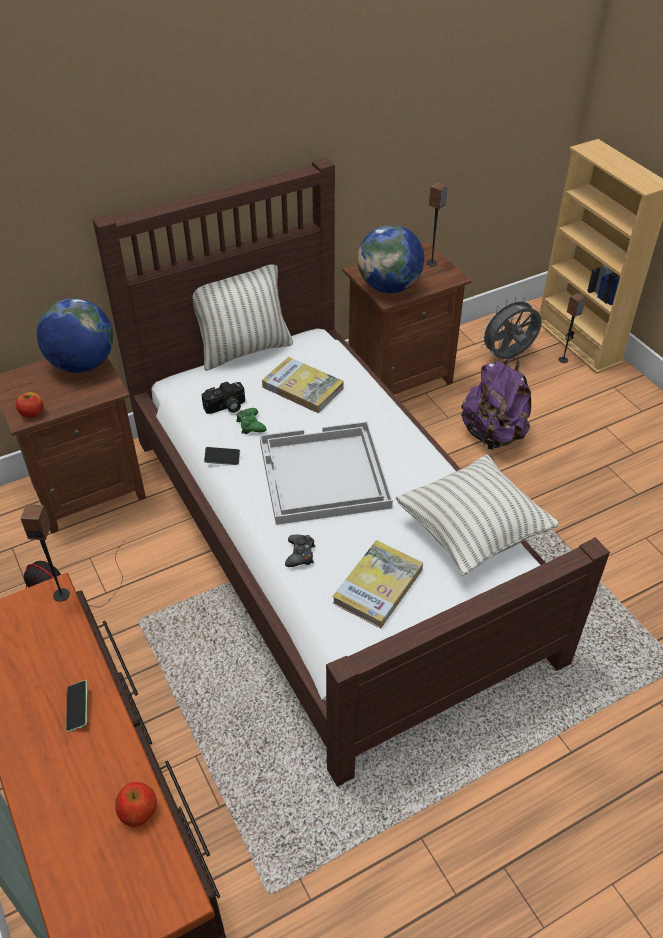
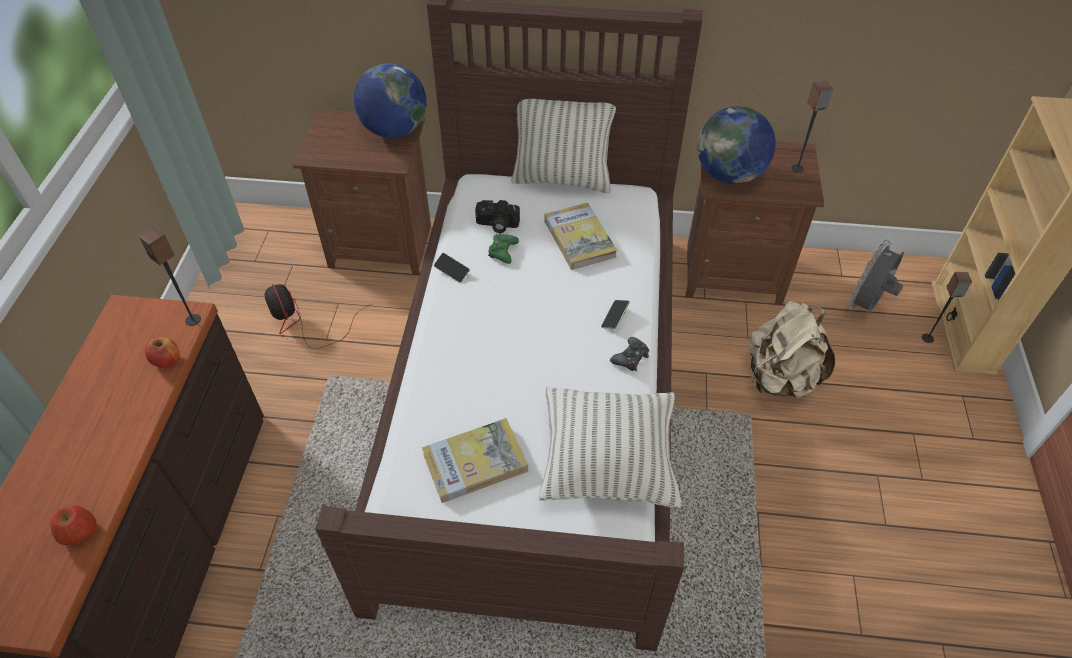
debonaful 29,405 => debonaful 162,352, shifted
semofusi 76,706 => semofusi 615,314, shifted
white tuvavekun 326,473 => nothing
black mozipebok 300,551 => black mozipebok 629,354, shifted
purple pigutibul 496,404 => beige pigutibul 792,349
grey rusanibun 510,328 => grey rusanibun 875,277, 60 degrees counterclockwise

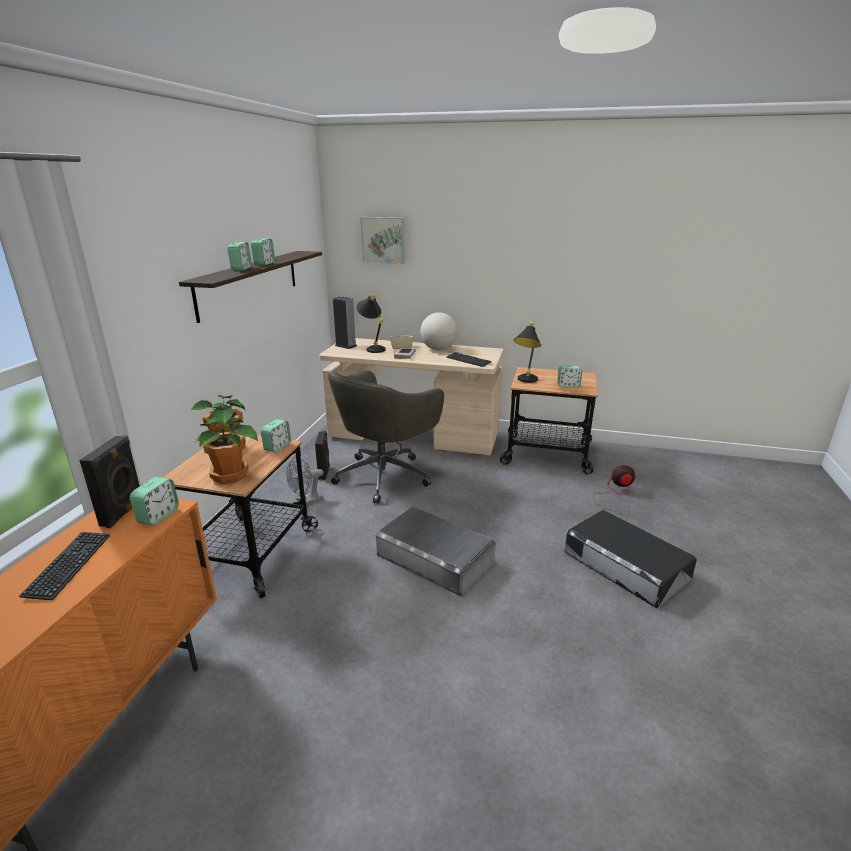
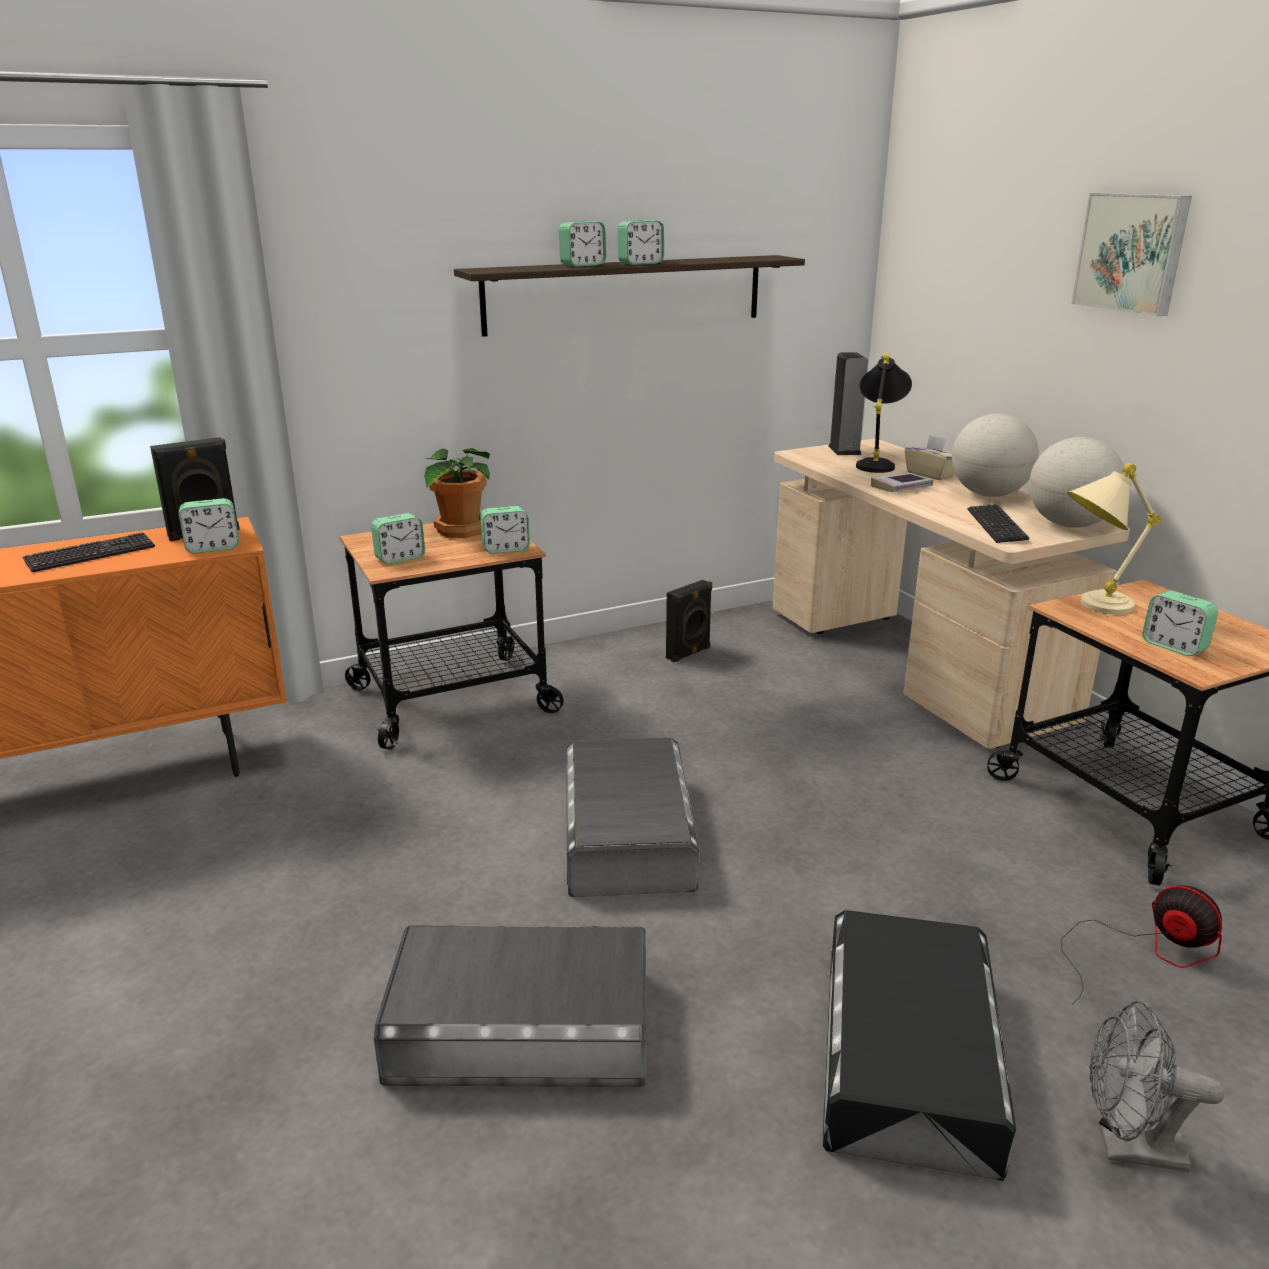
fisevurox 227,450 => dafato 398,538
grey rusanibun 305,480 => grey rusanibun 1157,1086, shifted
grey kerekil 386,437 => nothing
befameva 383,240 => befameva 1131,254, shifted
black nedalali 527,352 => beige nedalali 1114,538
nothing => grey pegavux 510,1006
nothing => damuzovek 1076,482

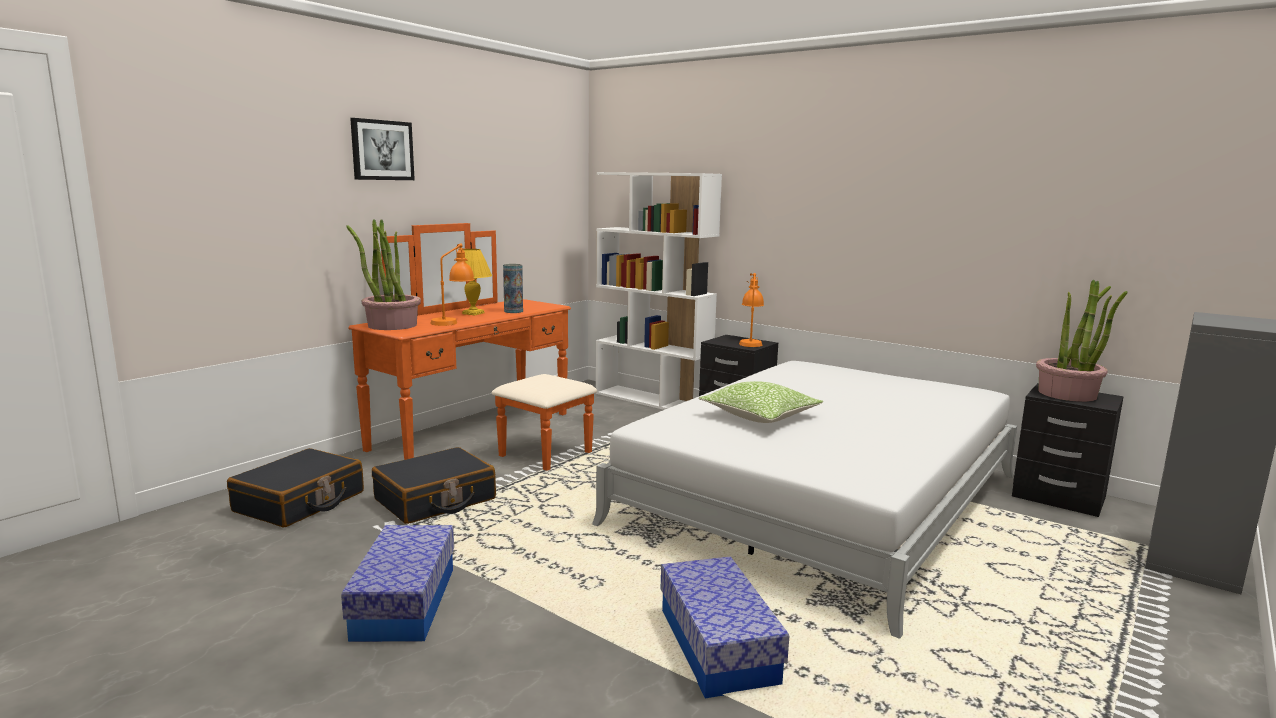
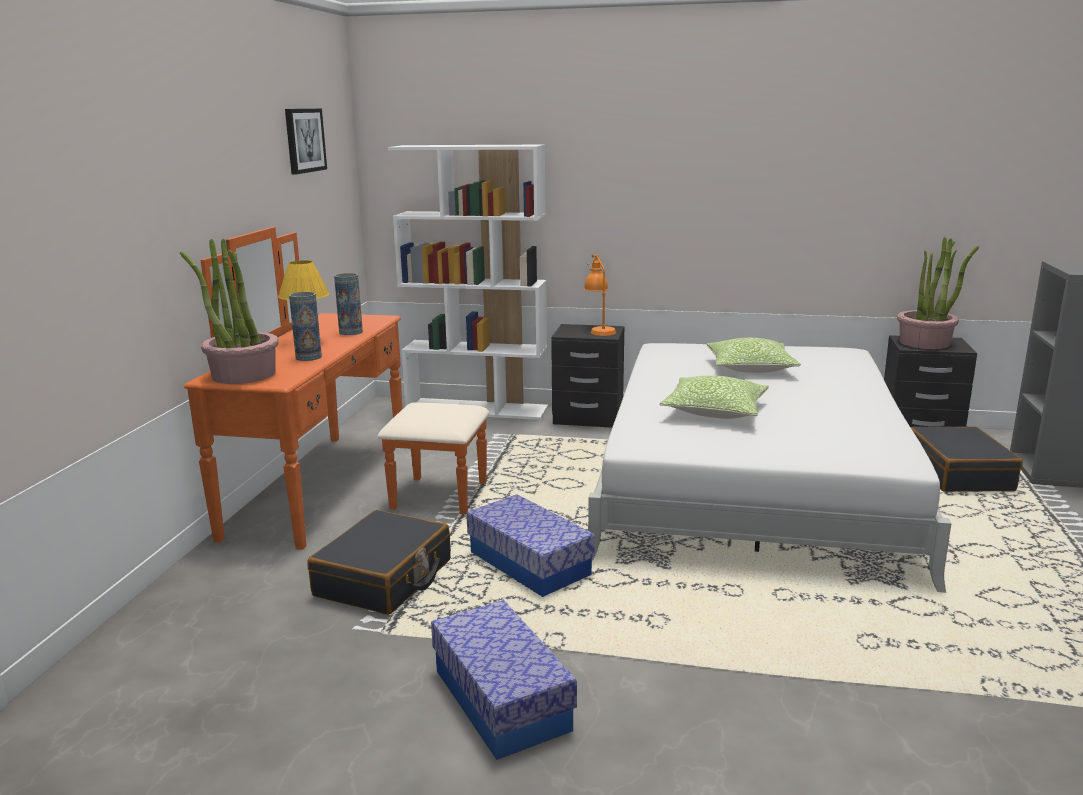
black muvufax 295,488 => black muvufax 967,459, shifted
befameva 382,149 => befameva 306,141, shifted
orange nedalali 452,284 => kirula 305,326
pegavux 724,627 => pegavux 531,545, shifted
nothing => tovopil 754,355

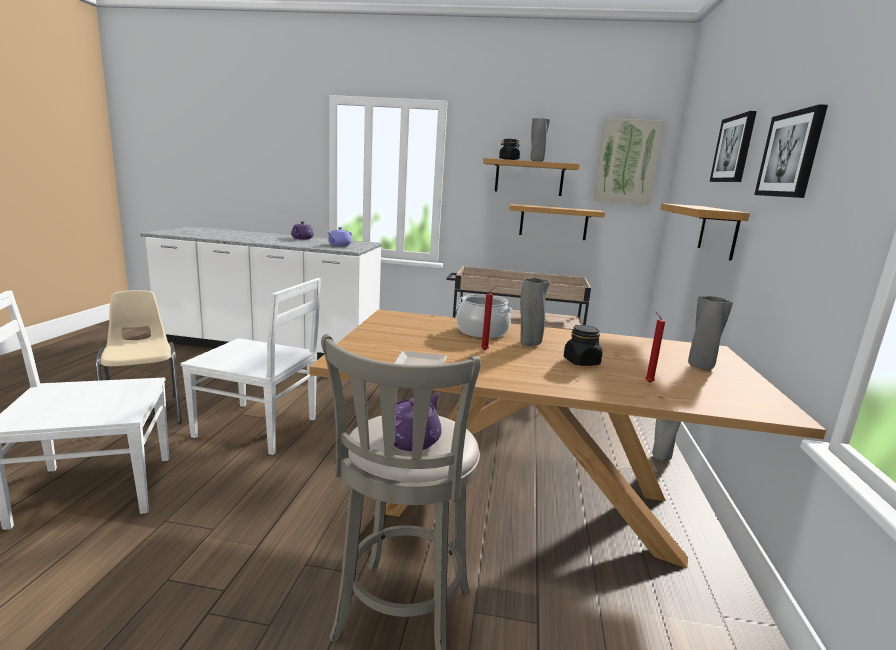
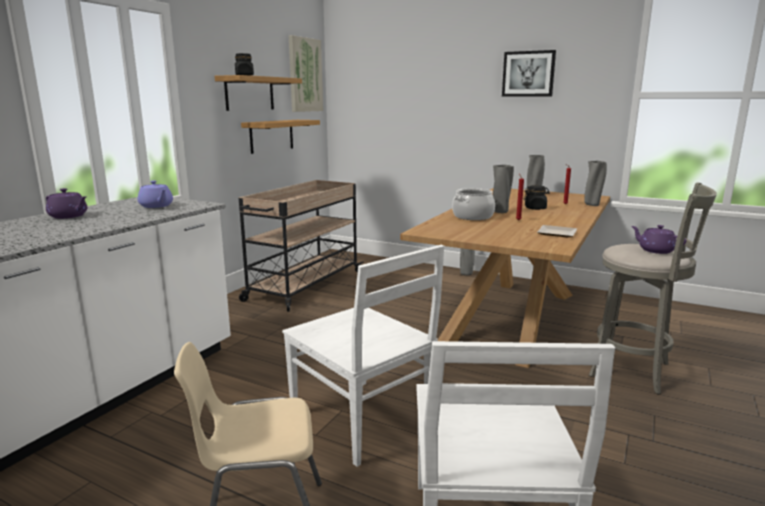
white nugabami 251,366 => white nugabami 363,356, 105 degrees clockwise
grey kirula 540,140 => grey kirula 595,183, shifted
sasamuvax 705,232 => nothing
befameva 733,146 => nothing

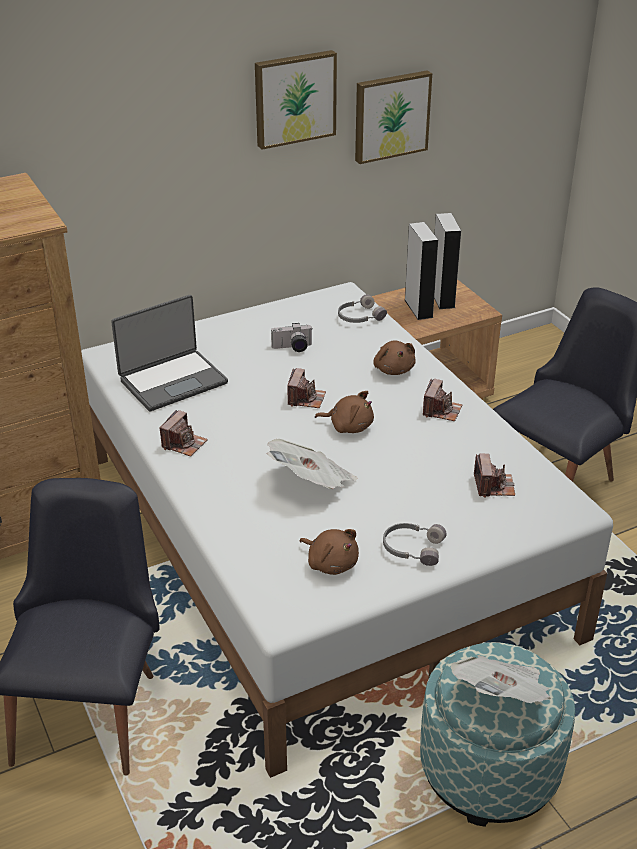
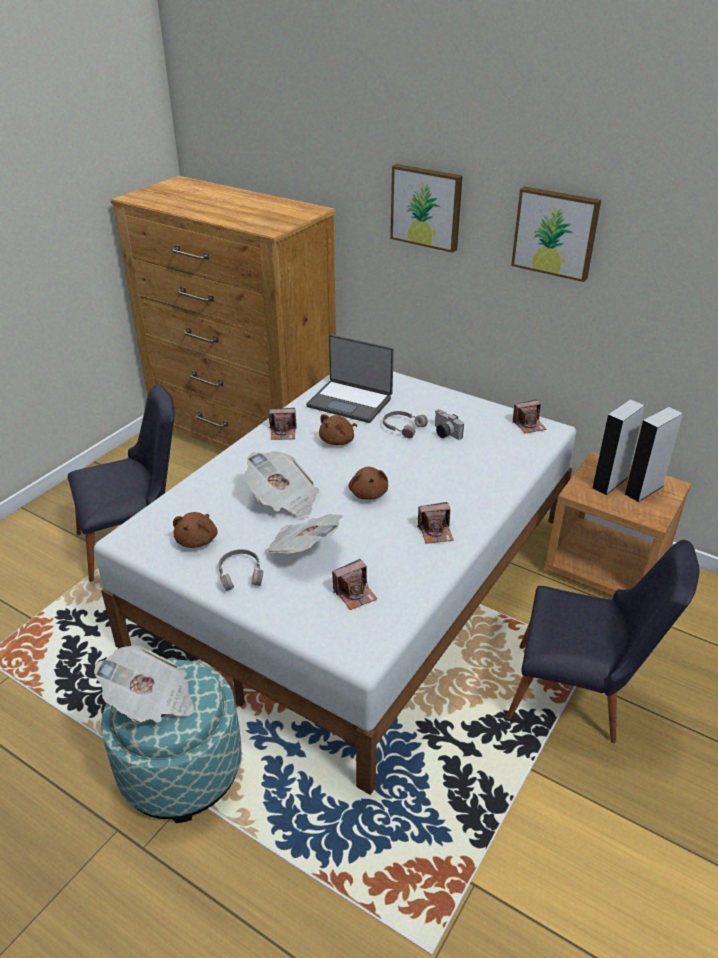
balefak 306,388 => balefak 529,416, shifted
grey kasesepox 362,308 => grey kasesepox 405,424, shifted
befameva 393,117 => befameva 426,208, shifted
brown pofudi 394,357 => brown pofudi 338,429, shifted
nothing => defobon 303,534

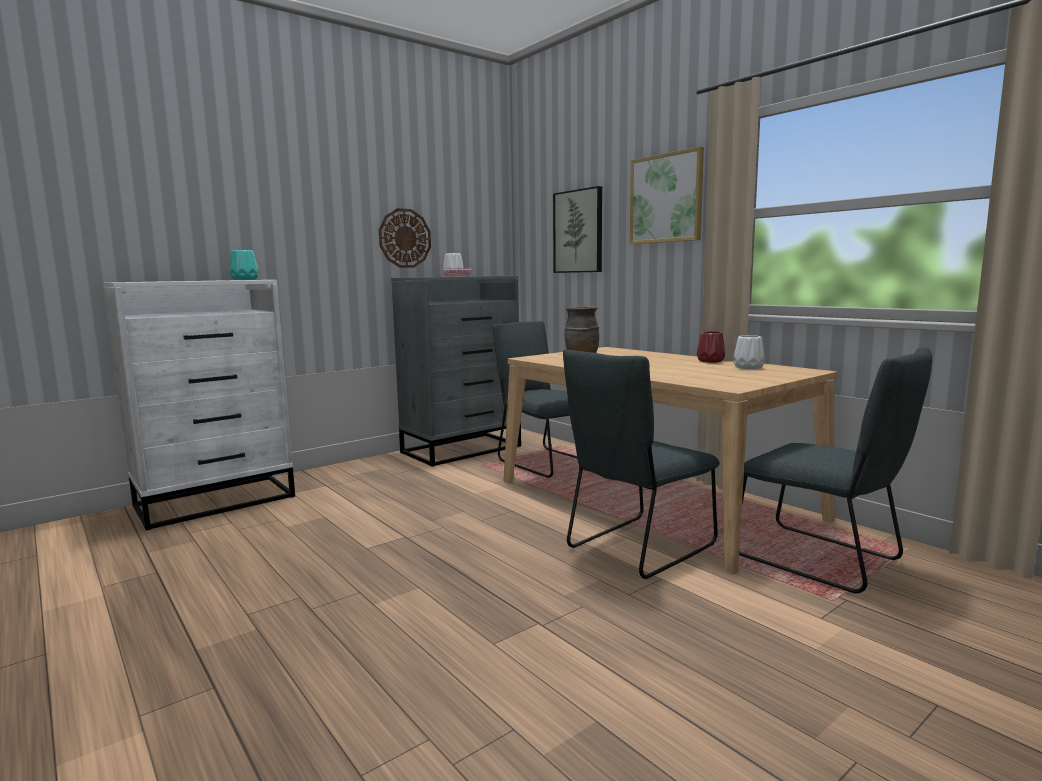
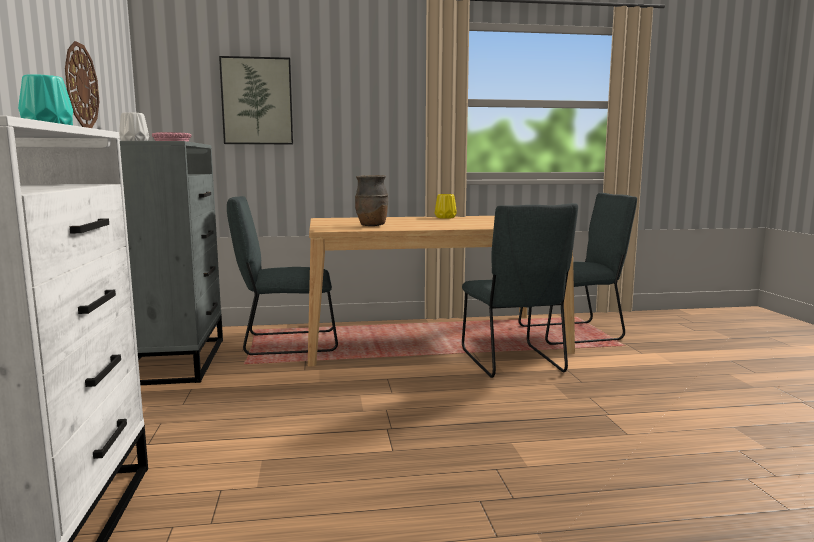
befameva 667,195 => nothing
red kirula 711,347 => yellow kirula 446,206
white kirula 749,352 => nothing

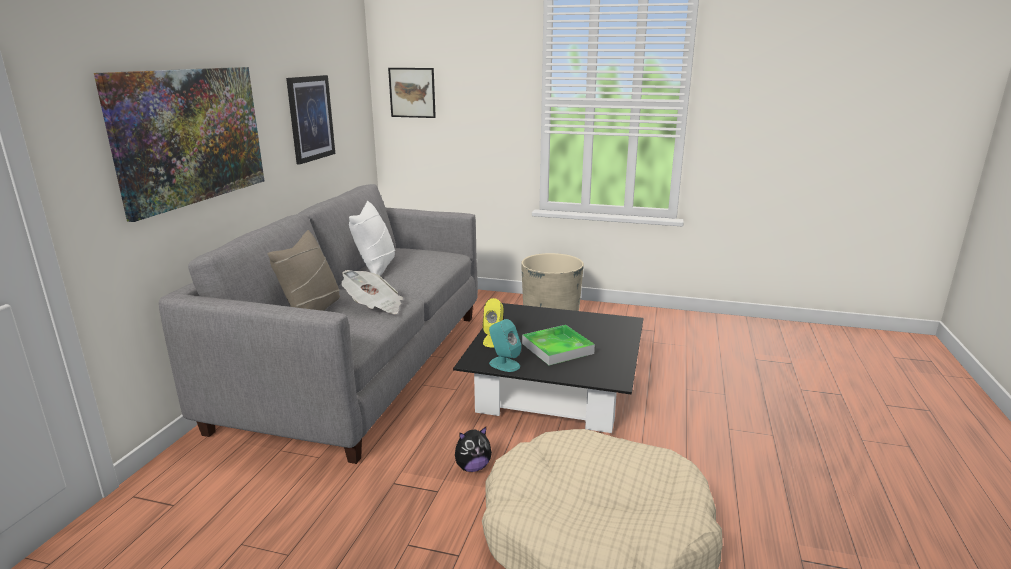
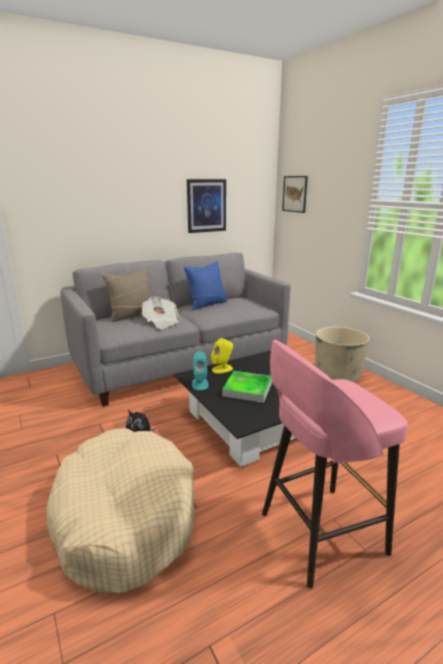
befameva 179,144 => nothing
white tovopil 372,238 => blue tovopil 205,285
nothing => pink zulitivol 335,464

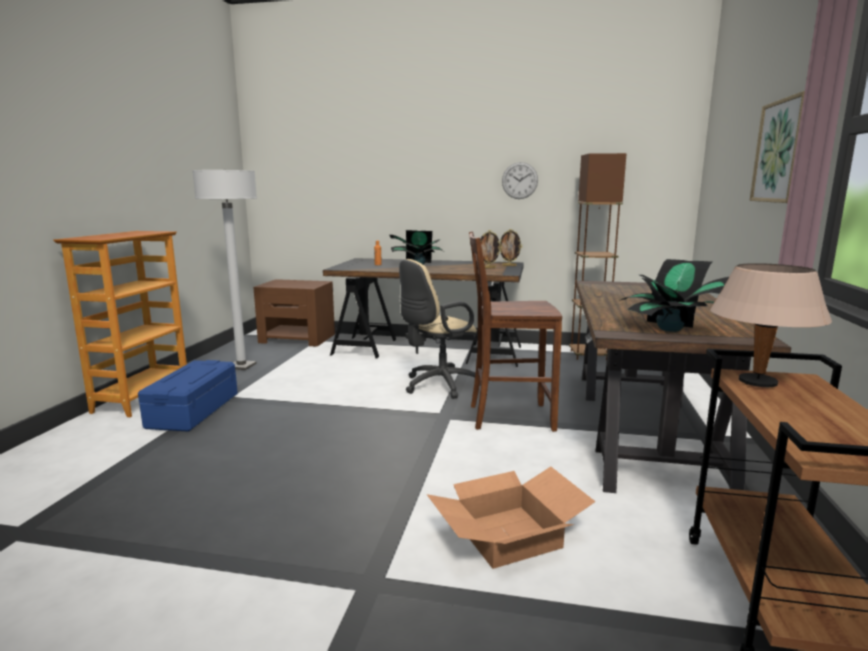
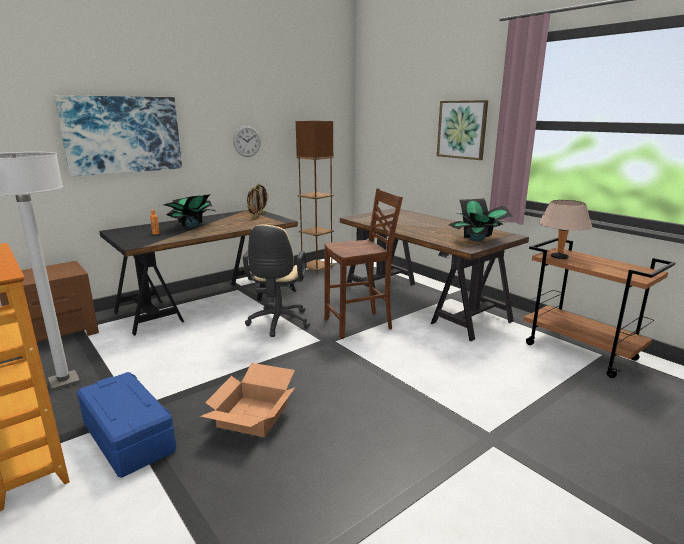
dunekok 511,518 => dunekok 247,400, shifted
brown nugabami 515,332 => brown nugabami 363,263, 150 degrees counterclockwise
nothing => befameva 118,136

